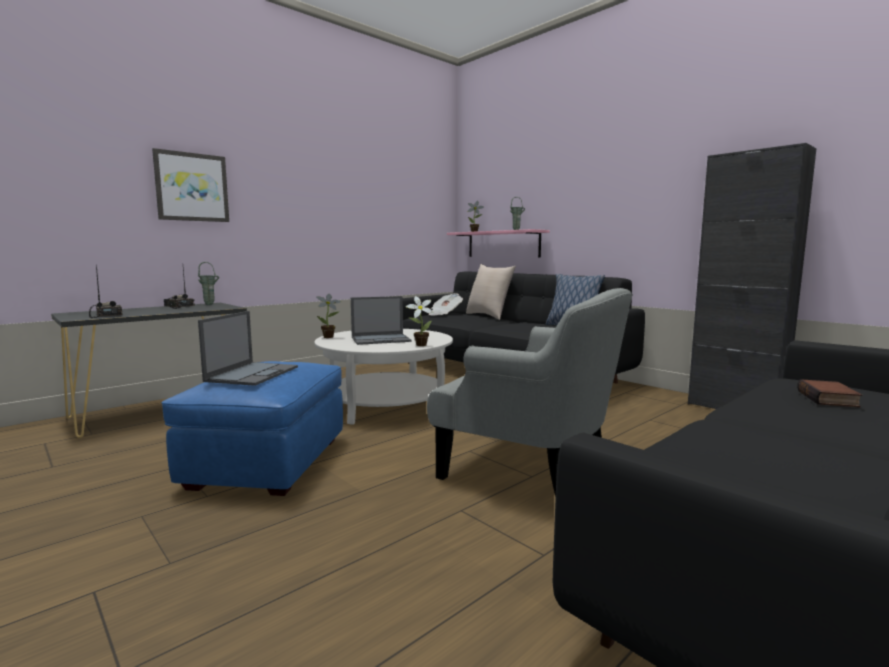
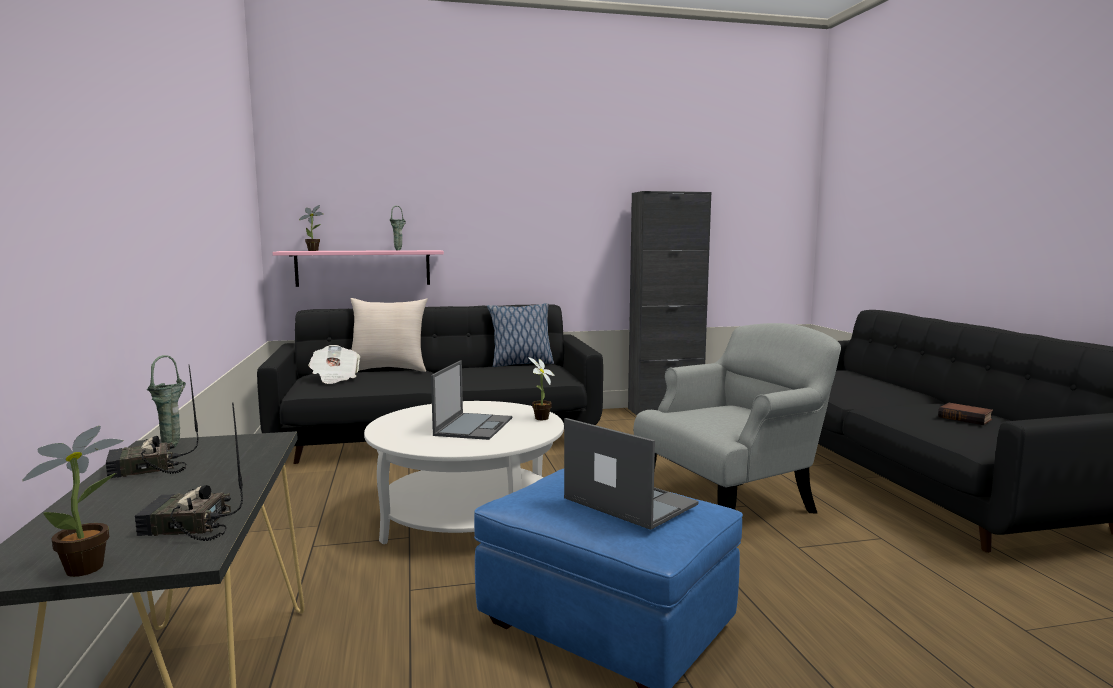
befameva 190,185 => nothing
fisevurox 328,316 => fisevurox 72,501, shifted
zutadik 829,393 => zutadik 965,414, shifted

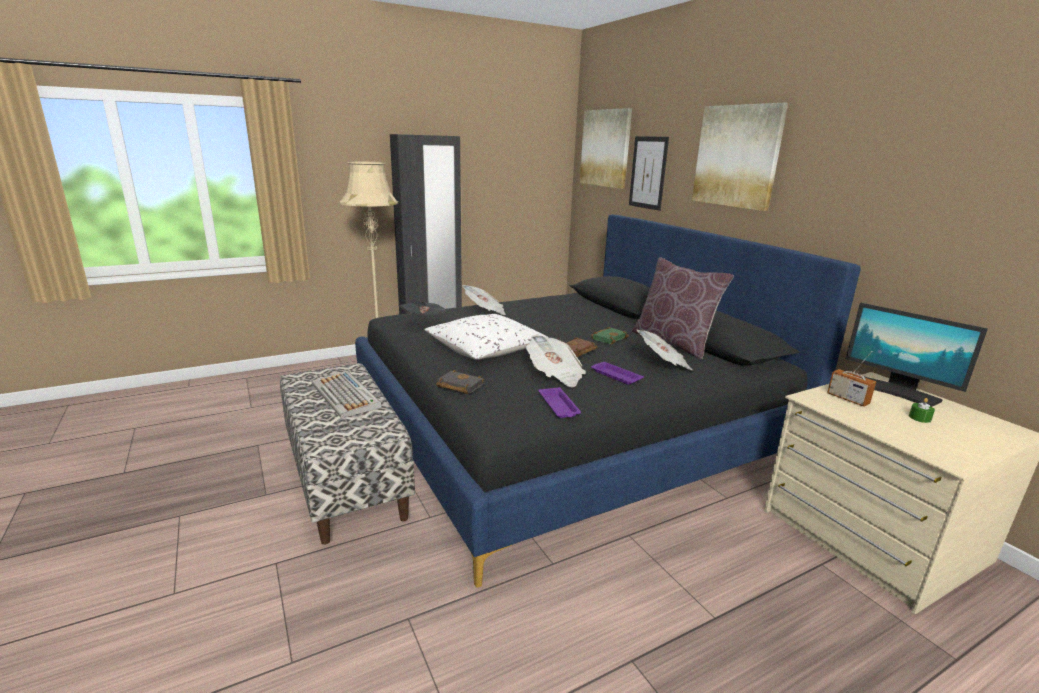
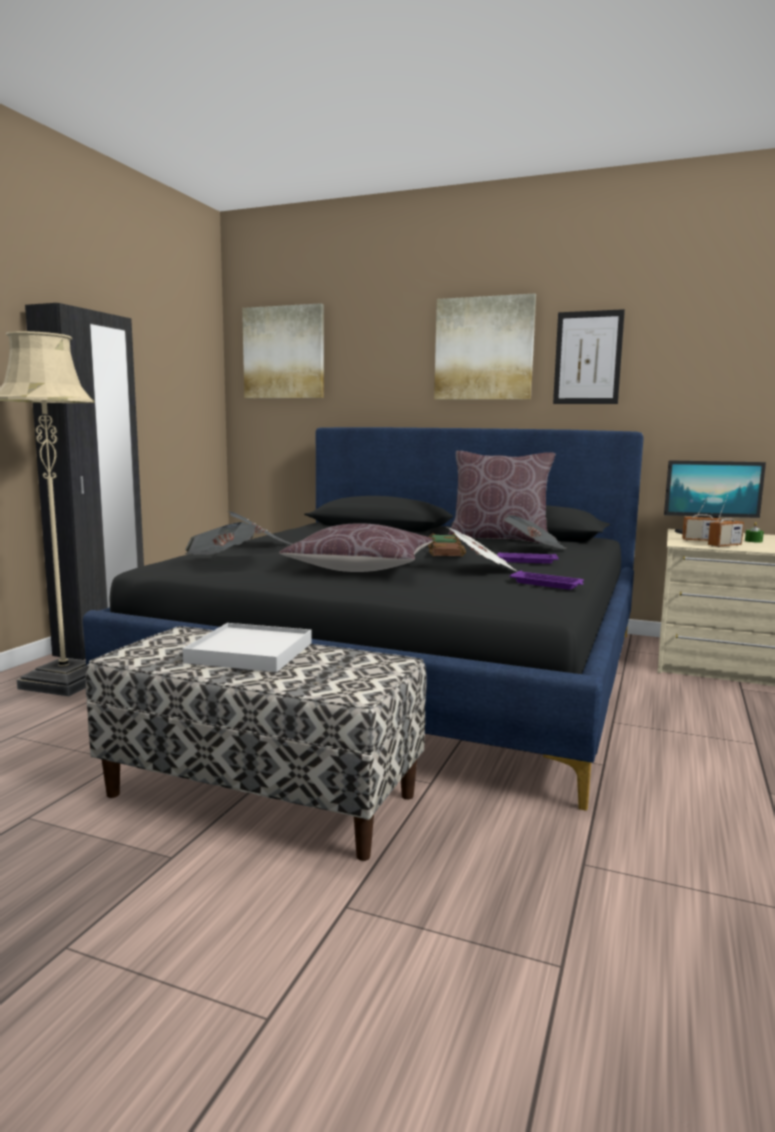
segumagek 347,394 => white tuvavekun 246,647
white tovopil 486,337 => brown tovopil 356,547
black zutadik 460,382 => nothing
befameva 649,173 => befameva 589,356, shifted
nothing => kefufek 726,521

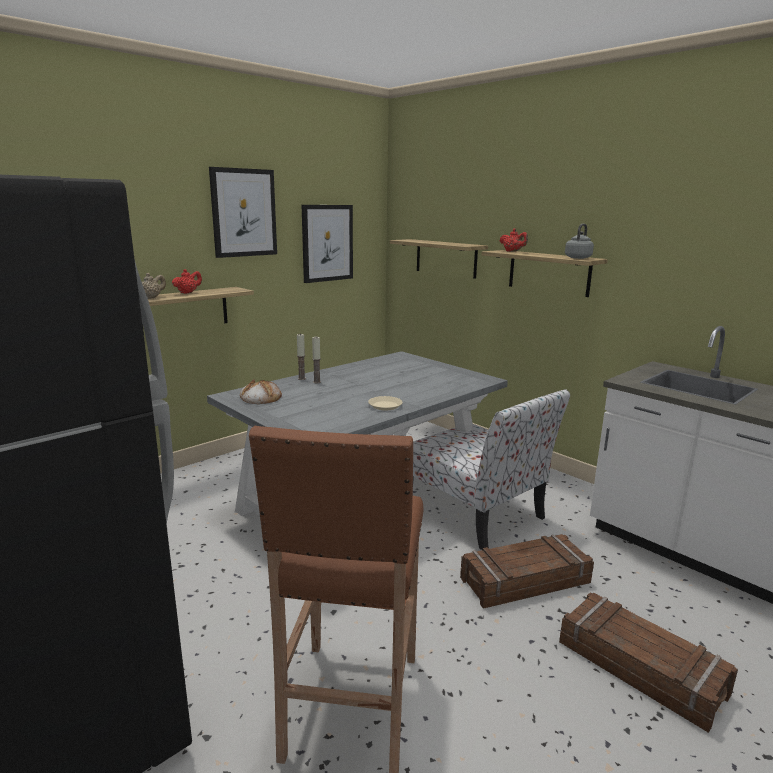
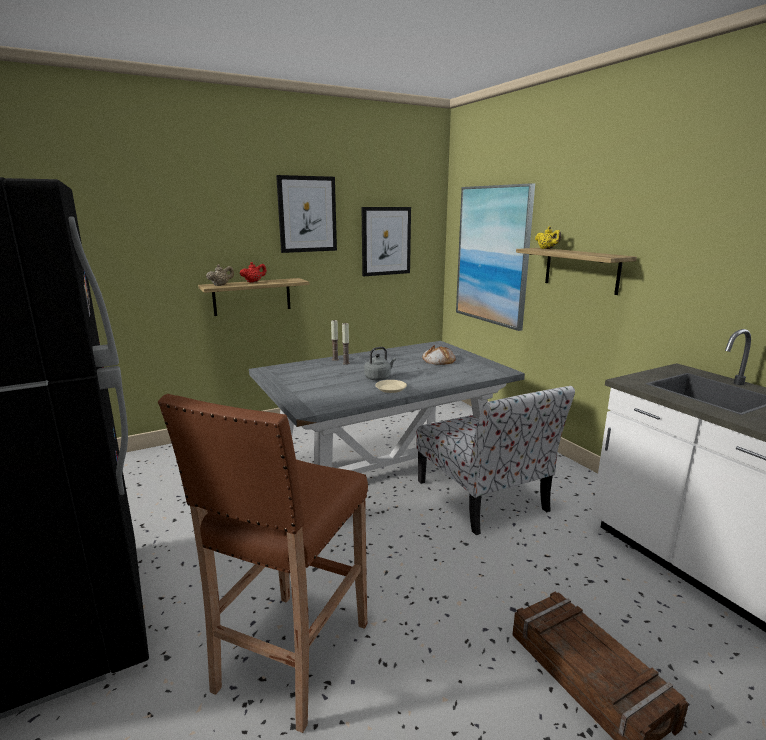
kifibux 261,391 => kifibux 439,355, shifted
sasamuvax 439,259 => befameva 495,257
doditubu 527,571 => nothing
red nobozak 513,240 => yellow nobozak 548,237
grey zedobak 579,241 => grey zedobak 380,363, shifted

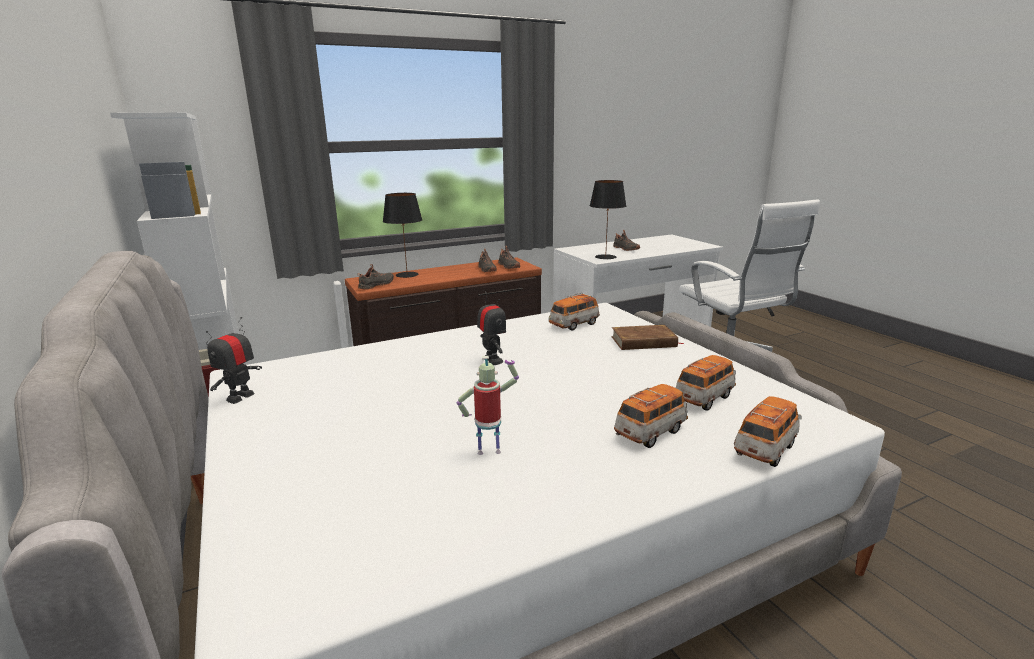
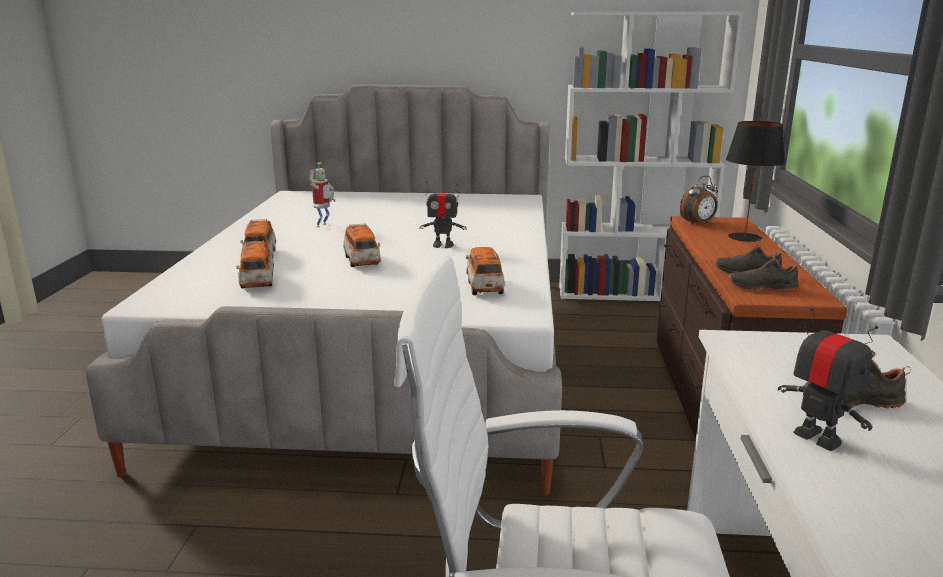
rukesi 234,360 => rukesi 828,379, shifted
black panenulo 375,277 => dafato 699,200
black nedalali 608,220 => nothing
brown zutadik 647,337 => nothing
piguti 768,431 => piguti 362,245, shifted

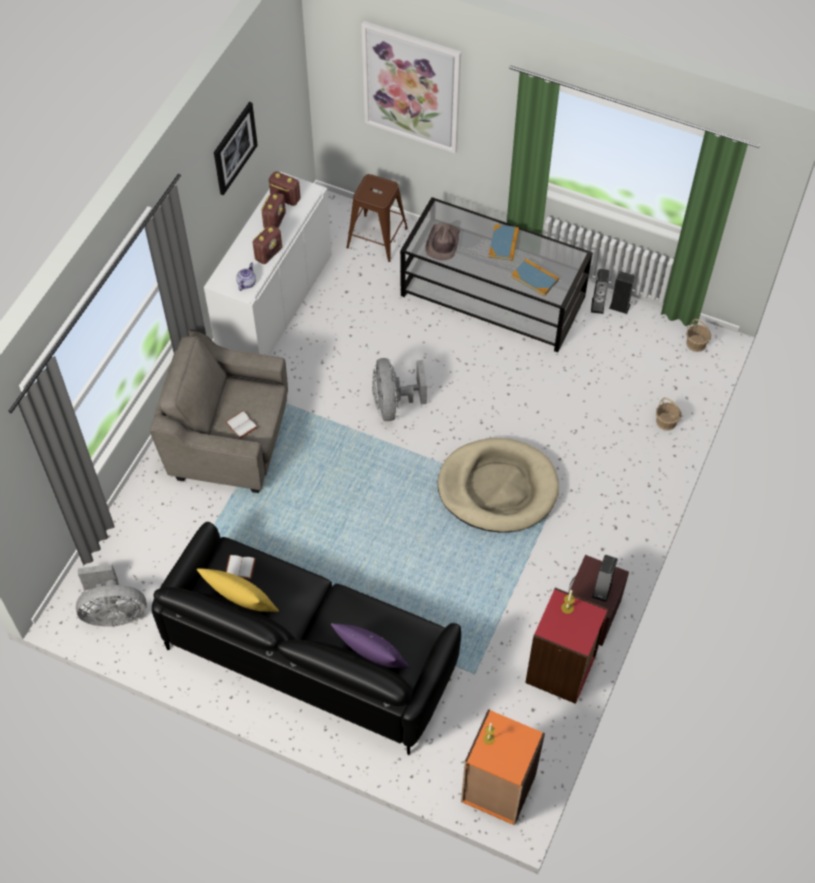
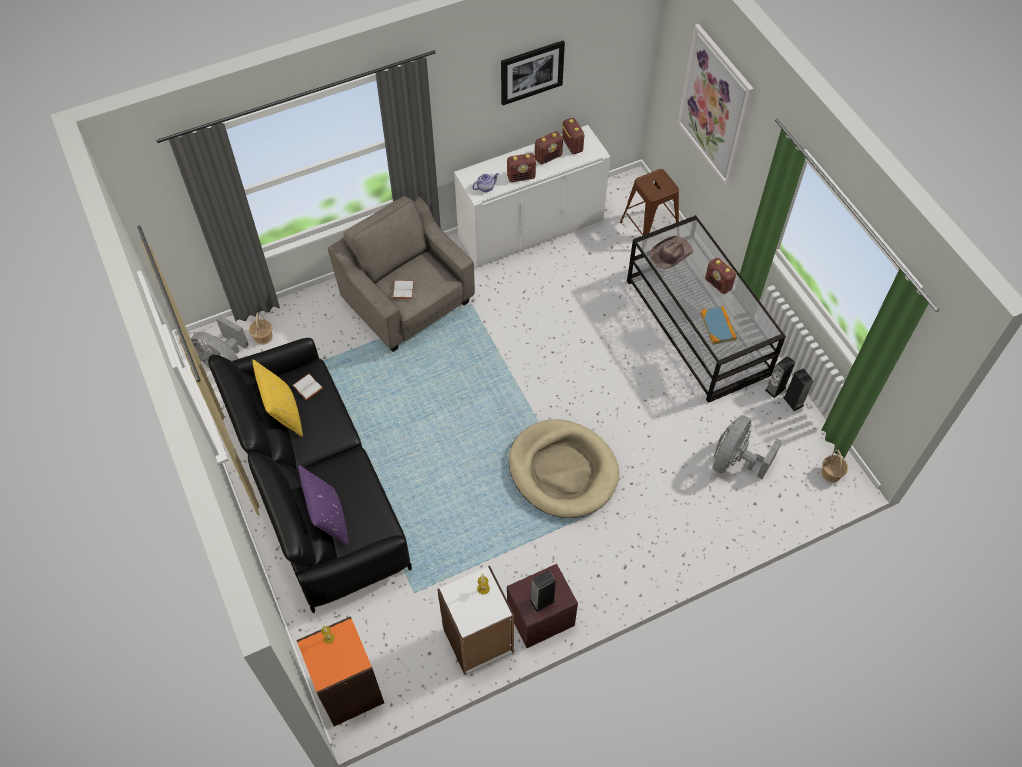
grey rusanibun 399,389 => grey rusanibun 747,447, shifted
zutadik 504,242 => kefufek 720,276
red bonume 566,646 => white bonume 475,620
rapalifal 669,414 => rapalifal 261,328, shifted

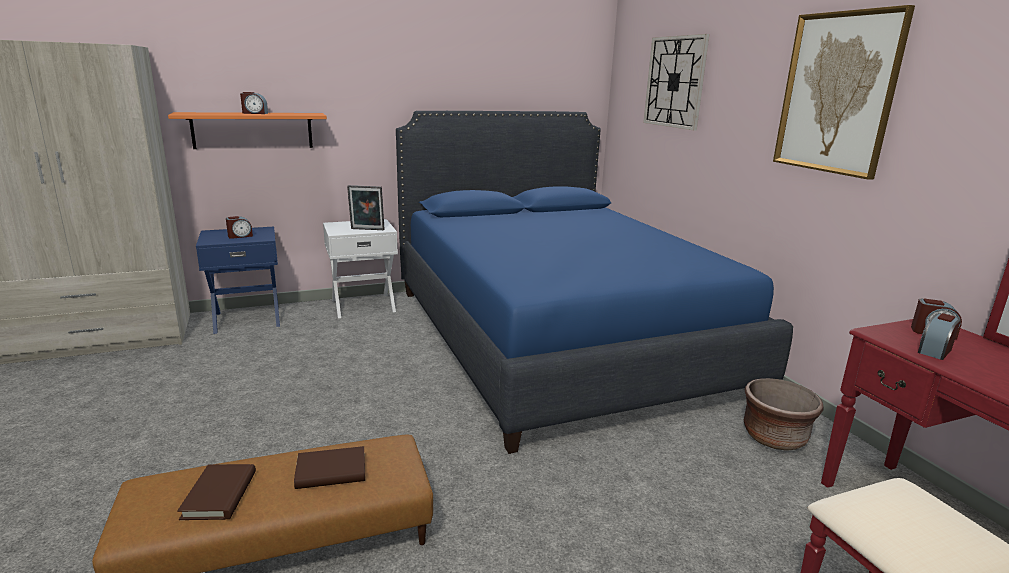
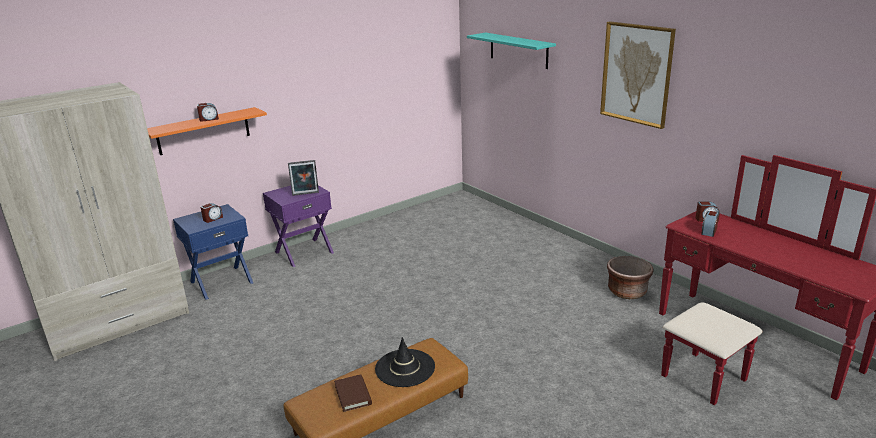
brown zutadik 329,467 => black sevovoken 405,362
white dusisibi 360,268 => purple dusisibi 298,226
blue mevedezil 594,282 => nothing
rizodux 676,82 => turquoise sasamuvax 511,51

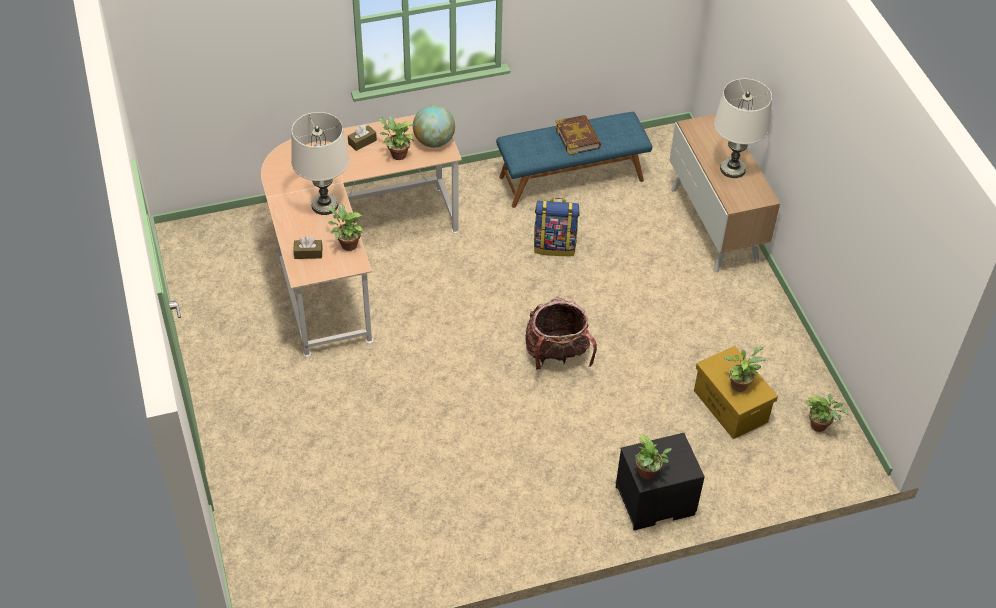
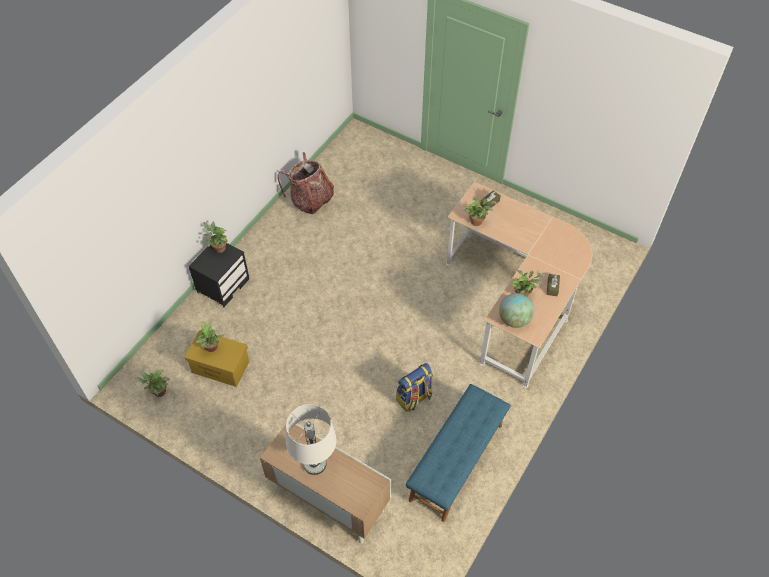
white nedalali 320,163 => nothing
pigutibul 561,333 => pigutibul 305,183, shifted
zutadik 578,135 => nothing

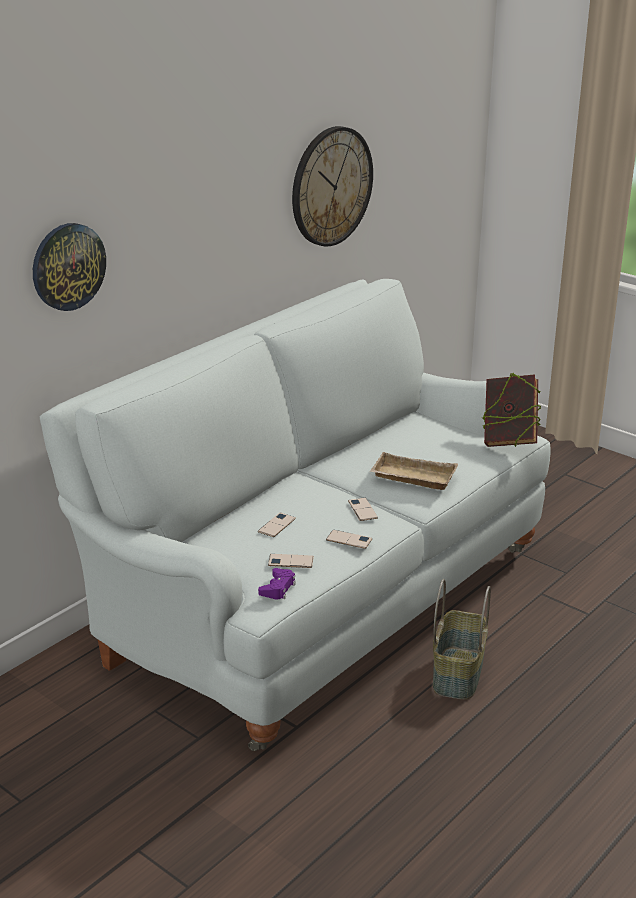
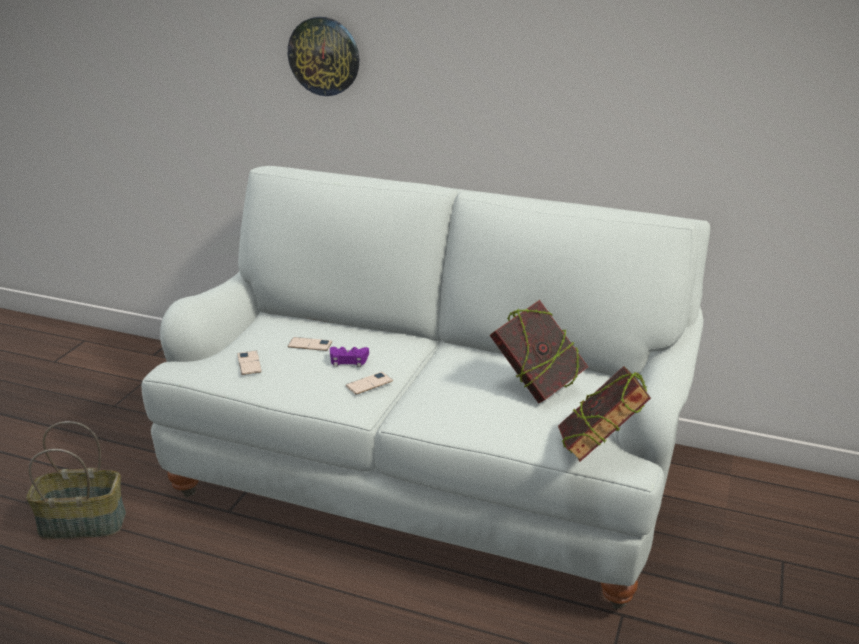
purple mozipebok 277,583 => purple mozipebok 349,357, shifted
rizodux 332,186 => nothing
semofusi 349,539 => nothing
beige tuvavekun 414,471 => nothing
rapalifal 462,639 => rapalifal 76,480, shifted
nothing => zutadik 539,351

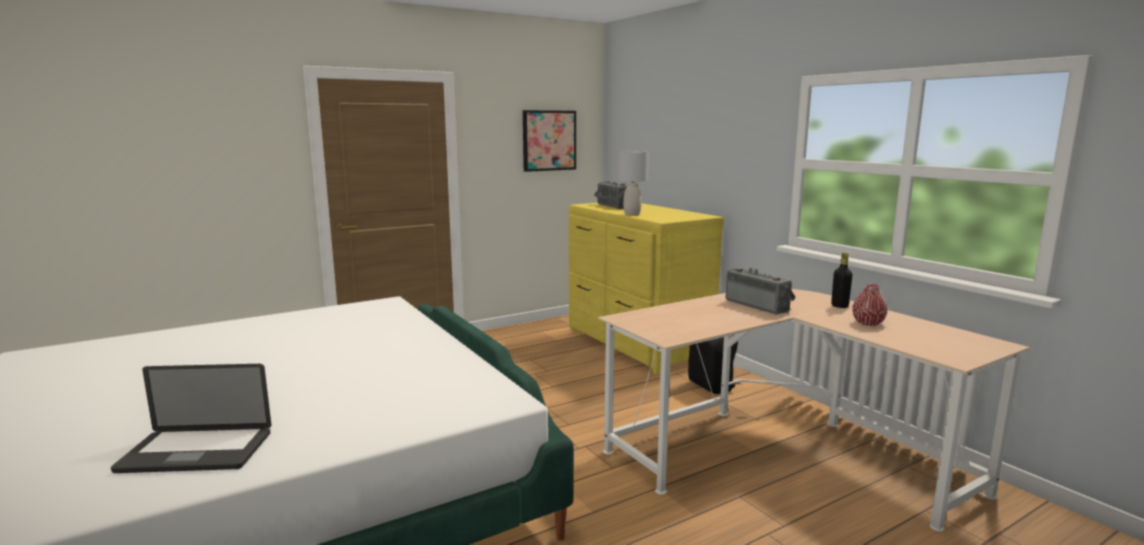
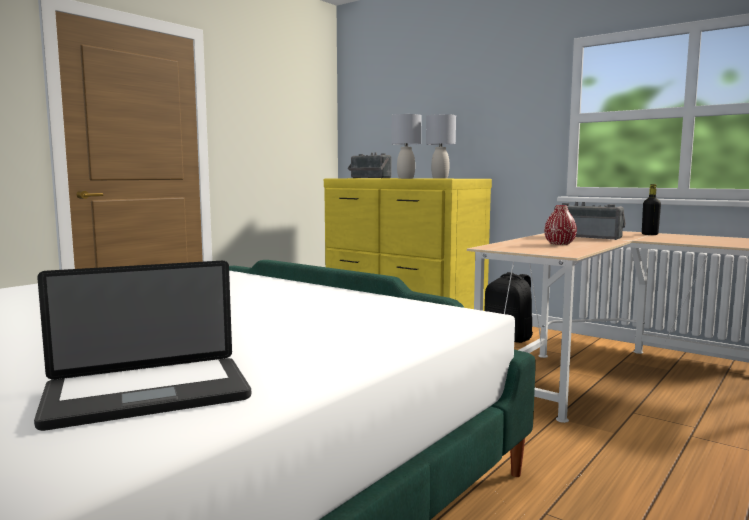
befameva 549,141 => nothing
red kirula 870,305 => red kirula 560,225, shifted
nothing => grey nedalali 441,146

